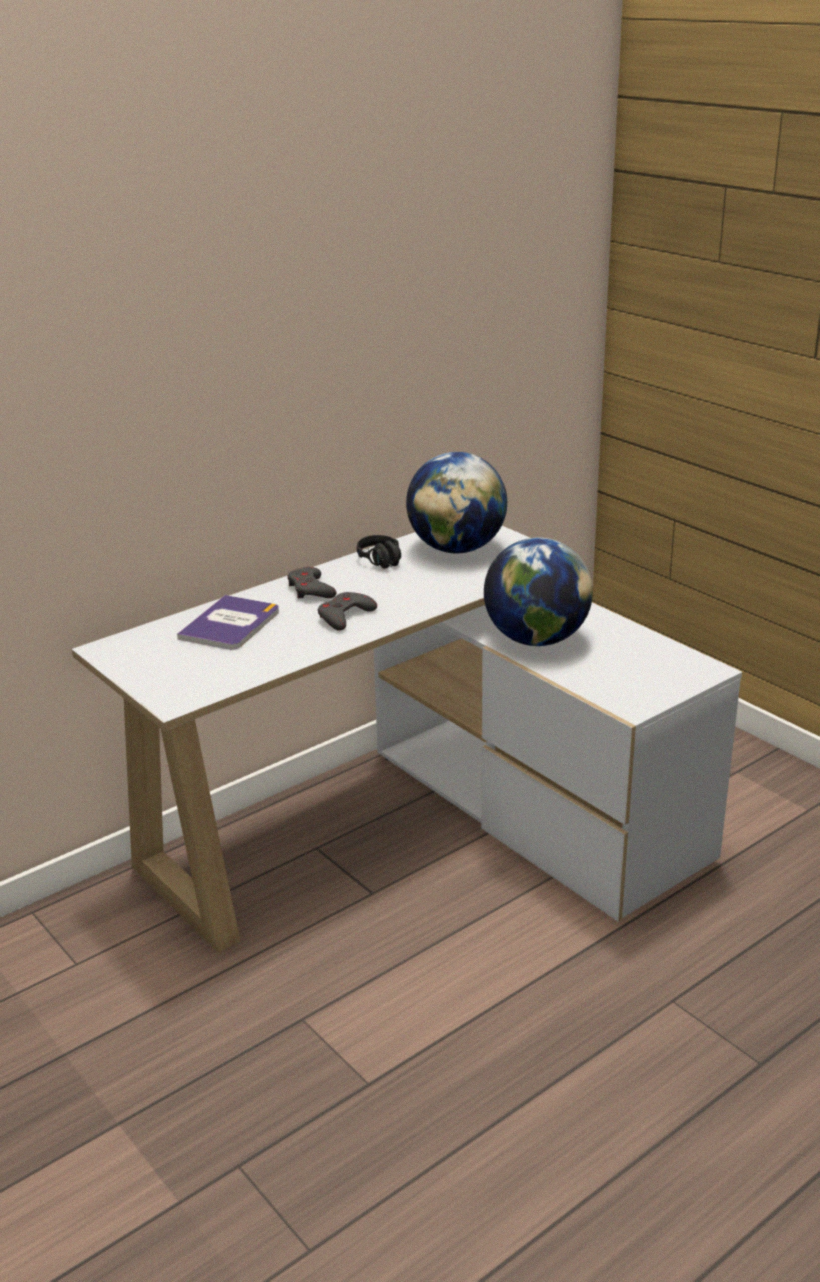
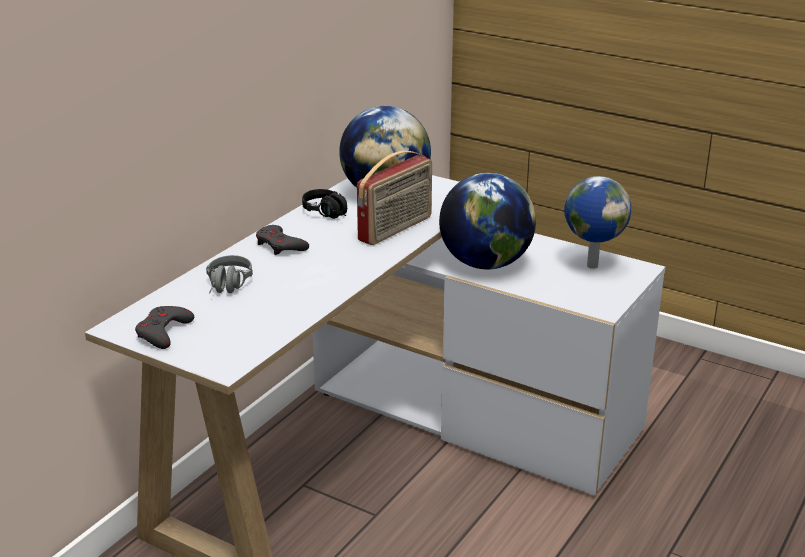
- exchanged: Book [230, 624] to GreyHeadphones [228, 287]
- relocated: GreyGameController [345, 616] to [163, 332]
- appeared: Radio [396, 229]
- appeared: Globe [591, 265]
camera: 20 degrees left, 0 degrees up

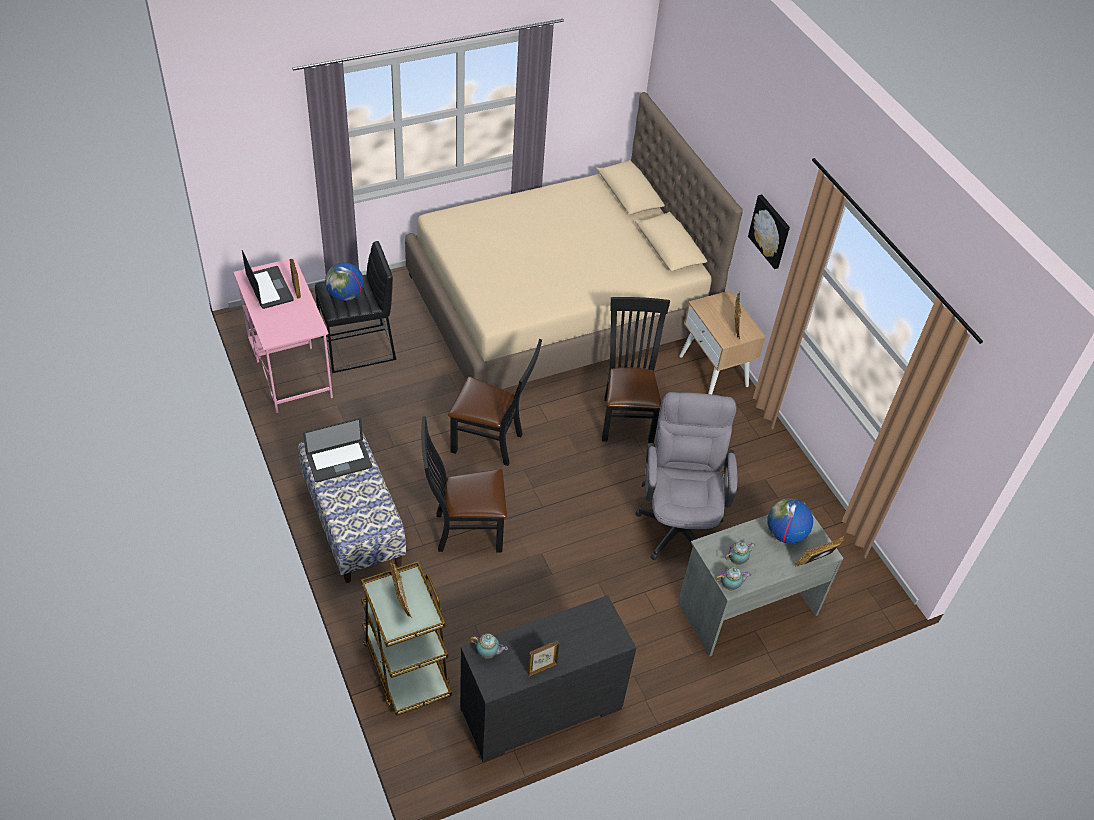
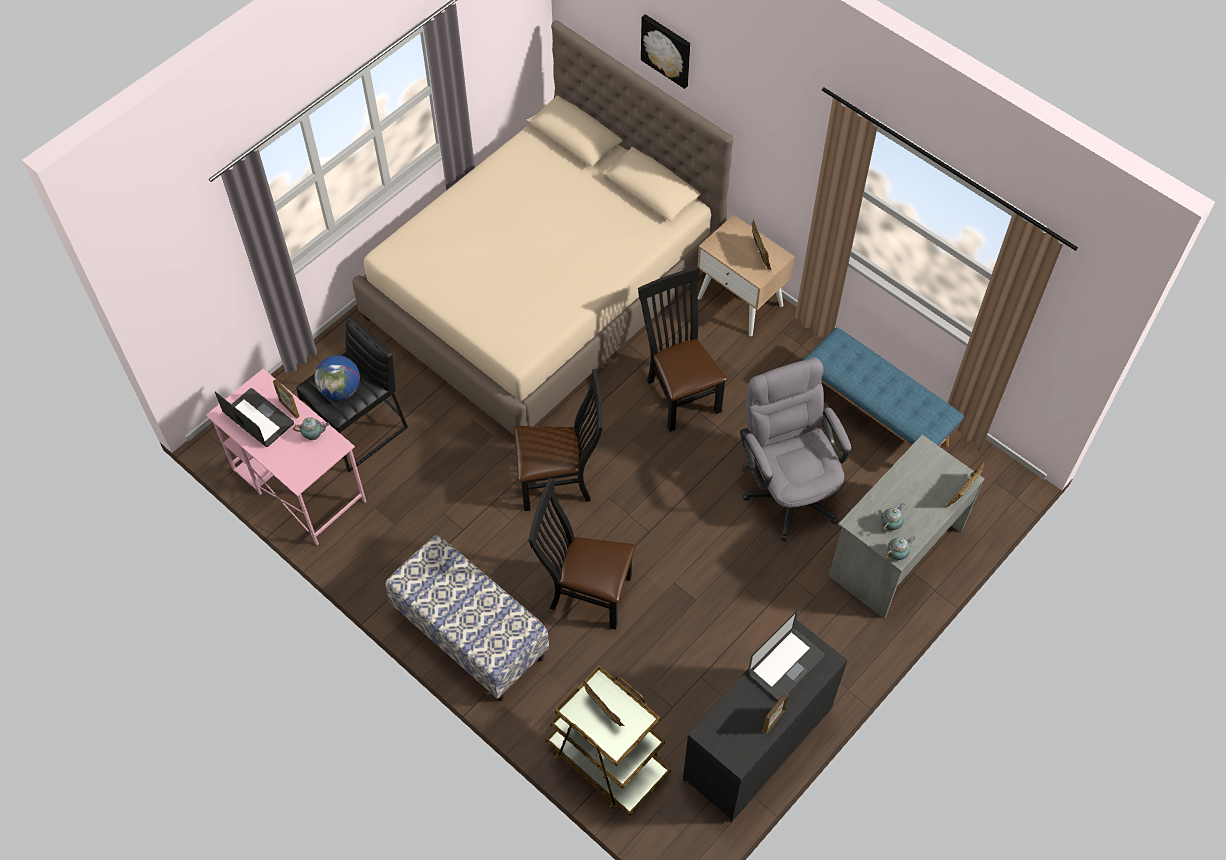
- relocated: Laptop [339, 462] to [786, 665]
- spun: BlackChair [463, 530] = [585, 592] 45 degrees clockwise
- relocated: Teapot [488, 654] to [314, 435]
- relocated: Picture [770, 231] to [667, 50]
- missing: Globe [785, 534]
- appeared: BlueBench [874, 417]
camera: 20 degrees left, 10 degrees up

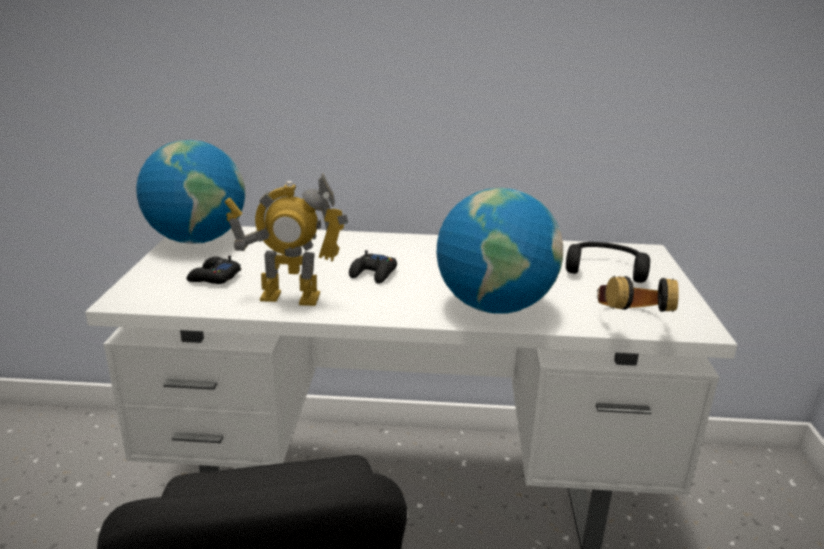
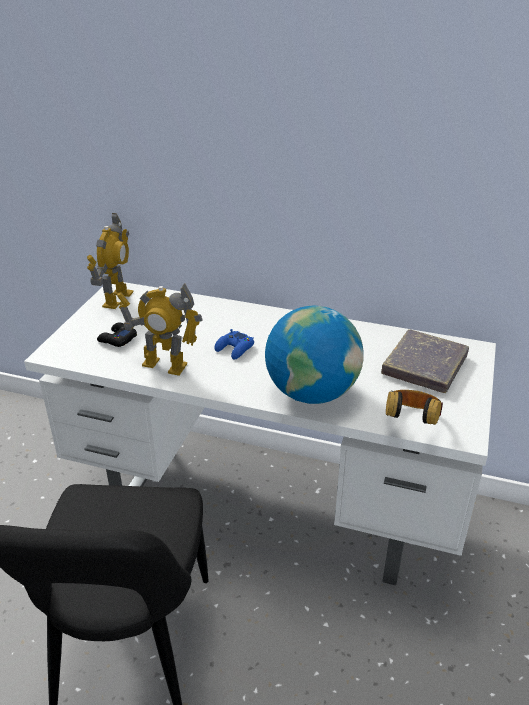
- exchanged: Globe [197, 240] to ToyRobot [117, 299]
- colour: BlackGameController [374, 274] to BlueGameController [234, 349]
- exchanged: BlackHeadphones [605, 269] to GreyBook [425, 365]
camera: 15 degrees right, 10 degrees up

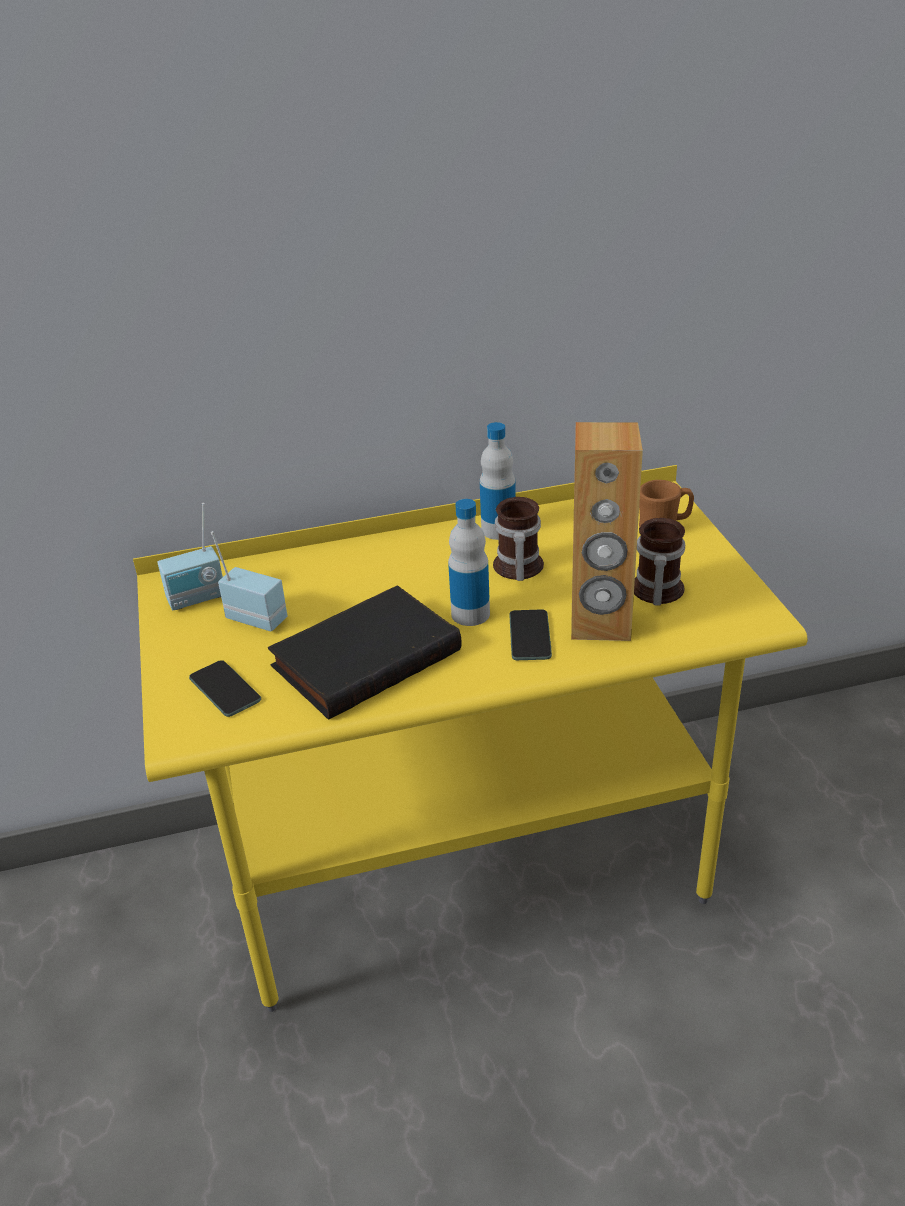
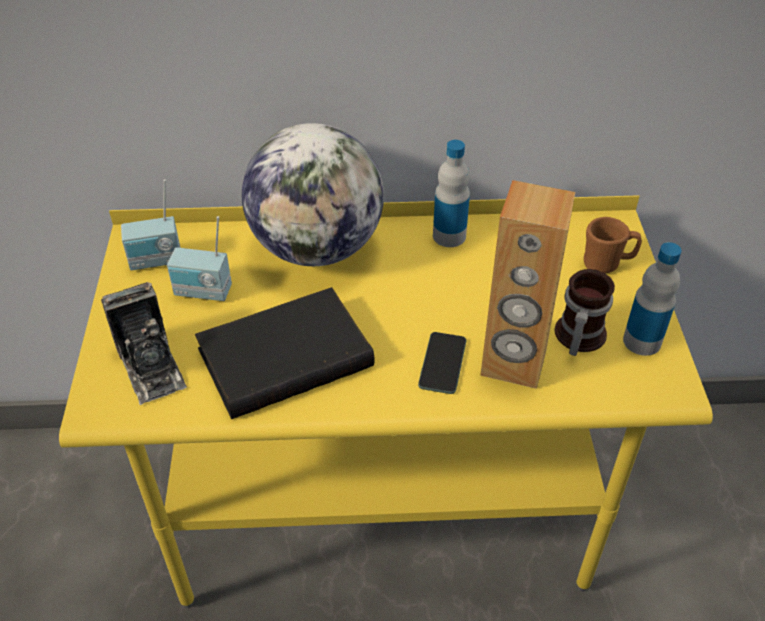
- exchanged: Phone [225, 689] to PhotoCamera [151, 366]
- spun: Radio [258, 618] = [203, 293] 150 degrees clockwise
- relocated: Bottle [470, 614] to [642, 341]
- missing: Mug [516, 568]
- appeared: Globe [317, 248]
camera: 10 degrees right, 10 degrees up

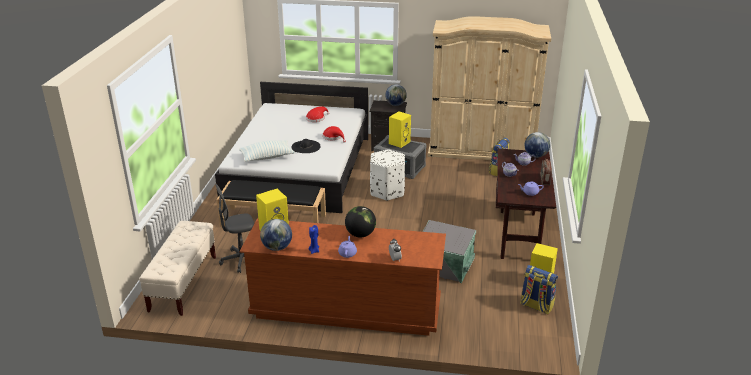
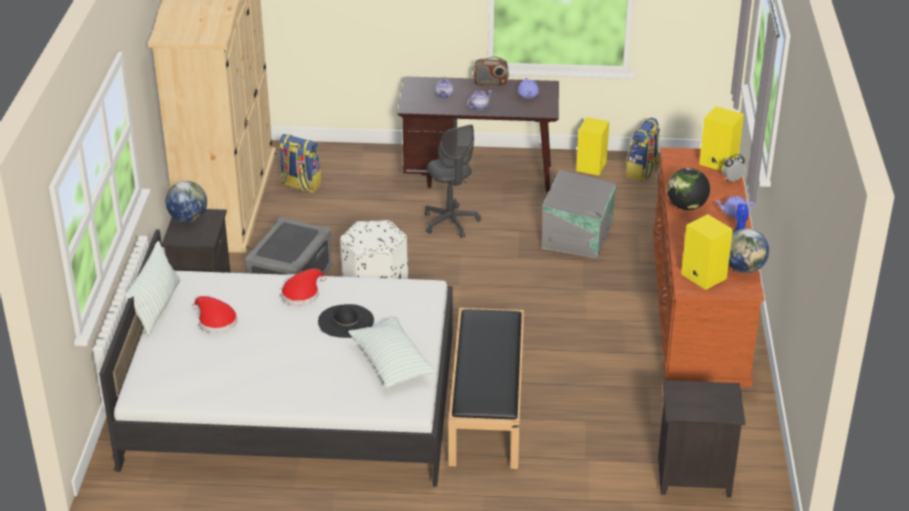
- exchanged: BeigeBench [183, 283] to BlackNightstand [692, 477]
- relocated: GreyOfficeChair [241, 260] to [450, 222]
- relocated: YellowSpeaker [399, 142] to [717, 162]
- missing: Globe [535, 156]
- appeared: Pillow [157, 307]
camera: 95 degrees left, 5 degrees up

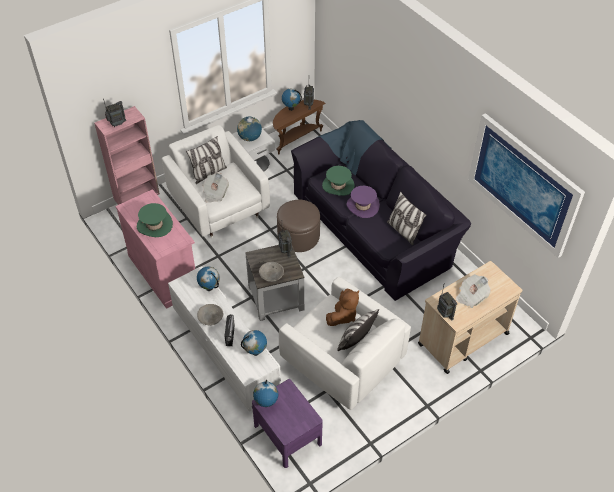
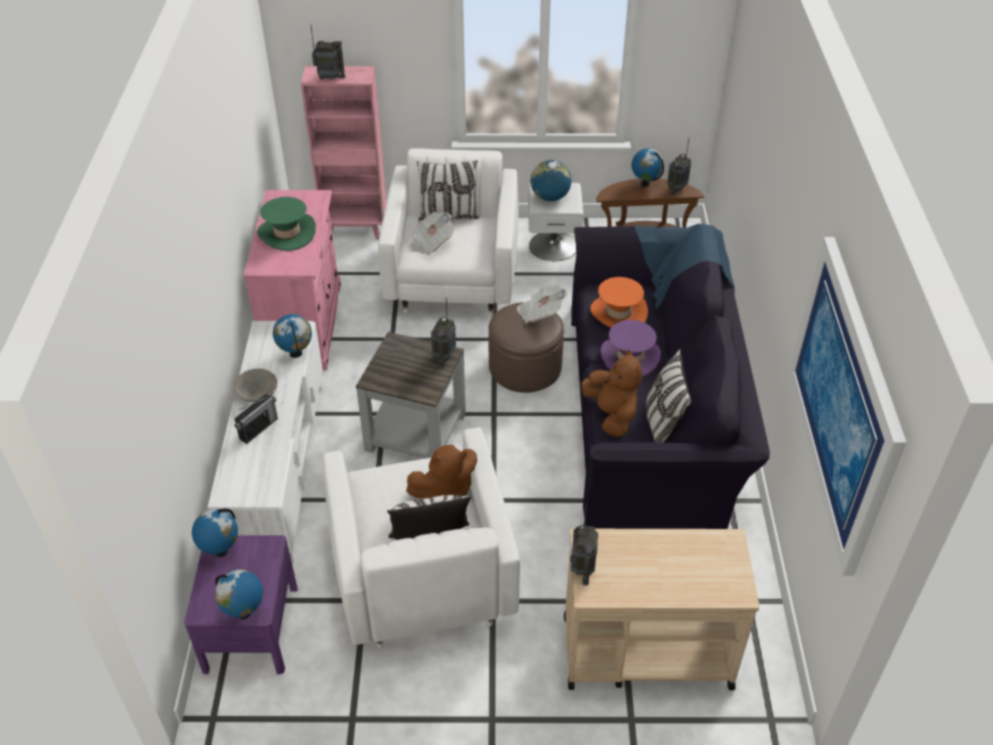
- relocated: Globe [255, 352] to [244, 612]
- missing: GreyBowl [271, 276]
- colour: GreenHat [338, 186] to OrangeHat [618, 313]
- relocated: Newspaper [471, 296] to [540, 313]
- appeared: BrownPlushToy [611, 414]
camera: 35 degrees right, 5 degrees down

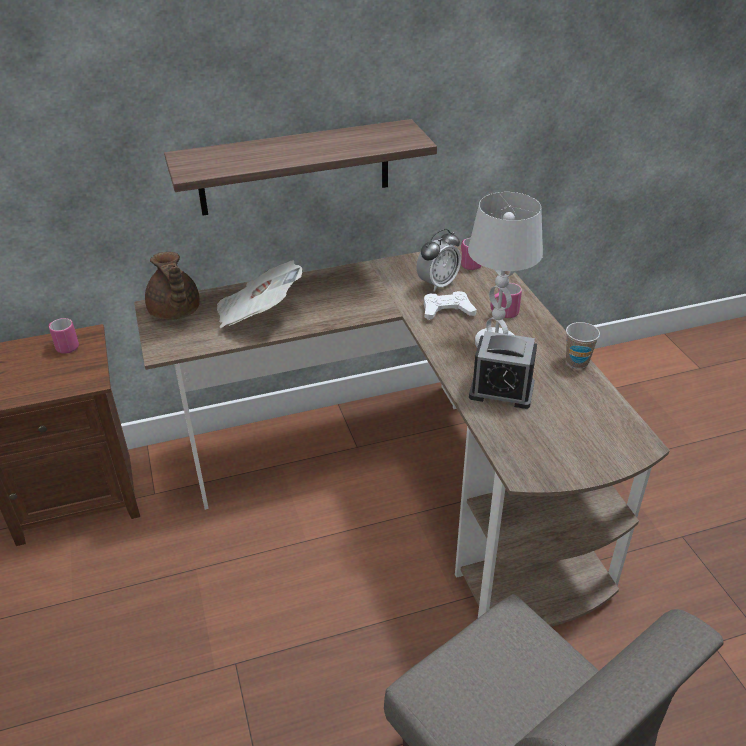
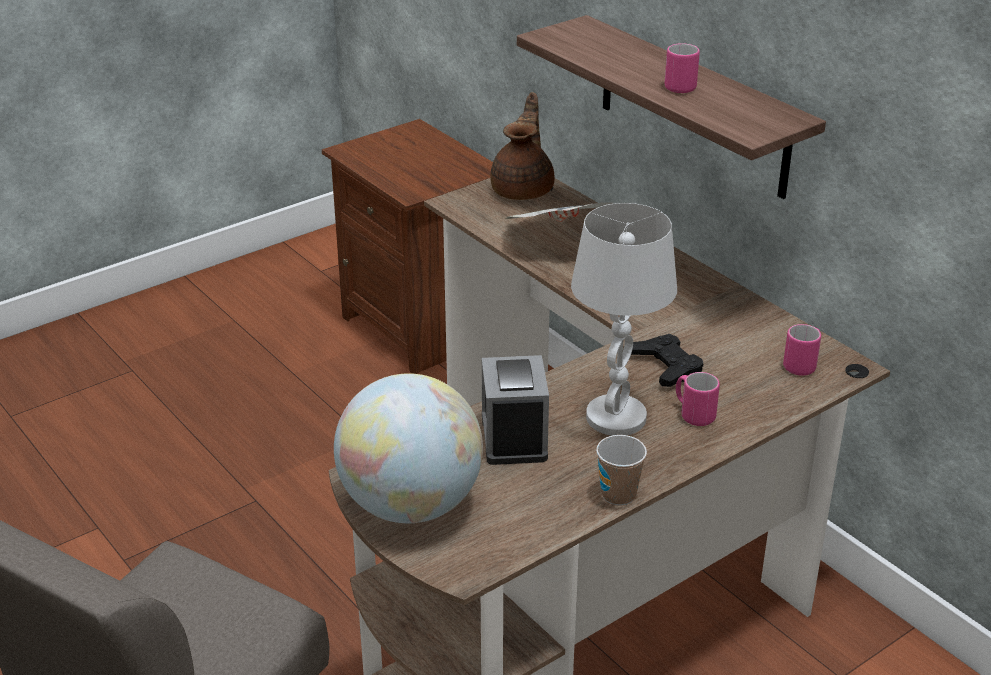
- relocated: PinkMug [64, 346] to [681, 85]
- spun: BrownTeapot [174, 312] = [524, 189] 150 degrees clockwise
- missing: AlarmClock [437, 284]
- colour: WhiteGameController [447, 310] to BlackGameController [665, 366]
- appeared: Globe [411, 505]
camera: 70 degrees right, 5 degrees down

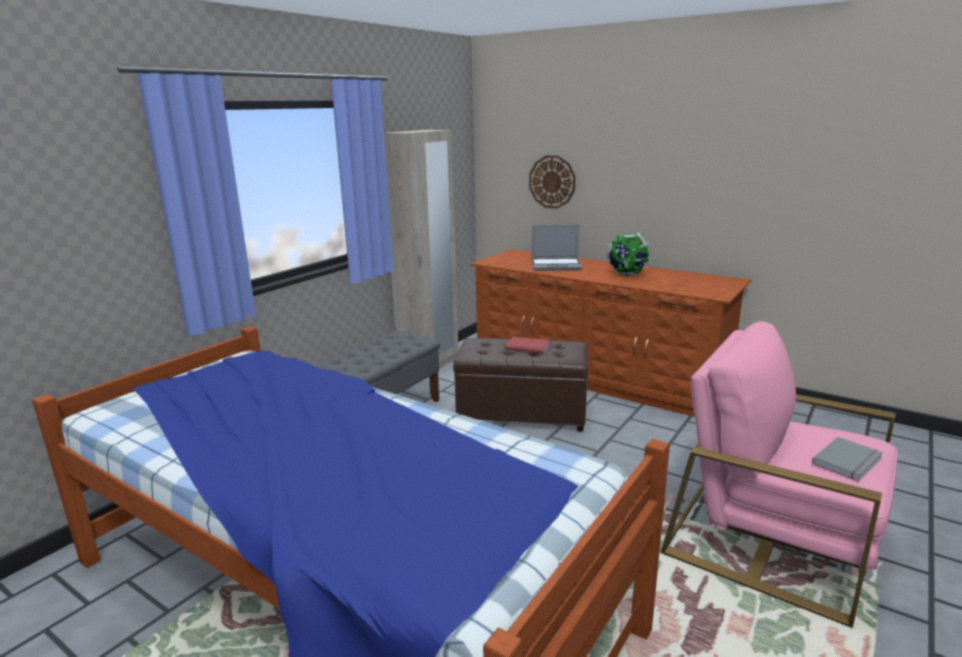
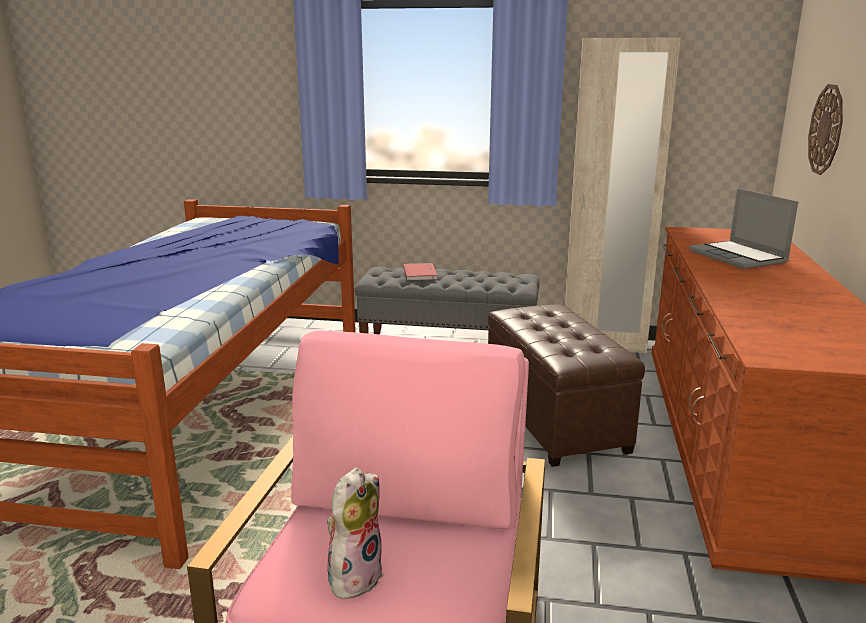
- relocated: RedBook [527, 346] to [421, 273]
- missing: Globe [626, 274]
- exchanged: GreyBook [849, 461] to PlushToy [354, 576]
camera: 65 degrees right, 0 degrees up

